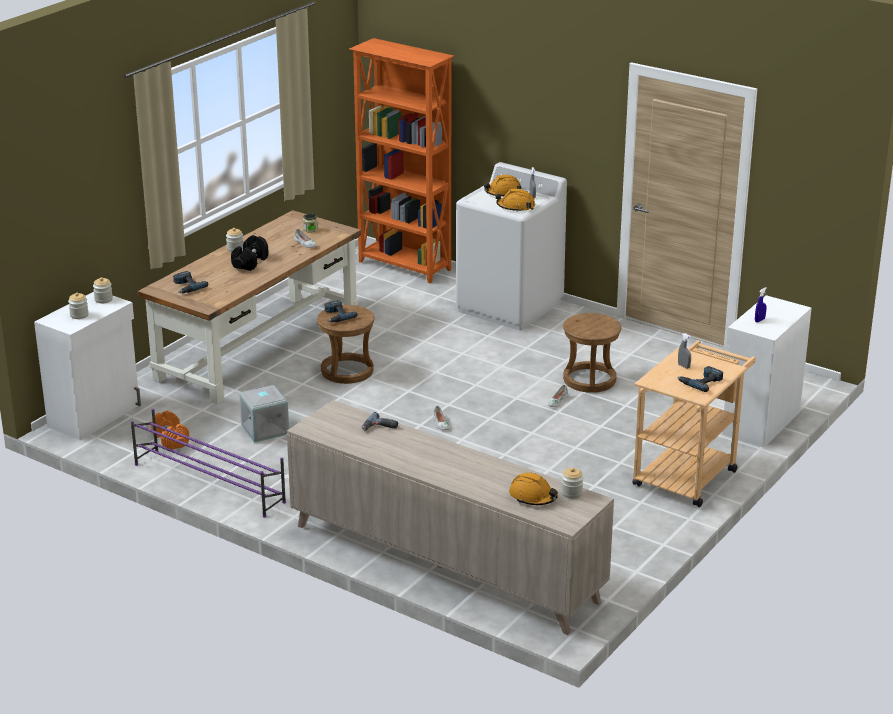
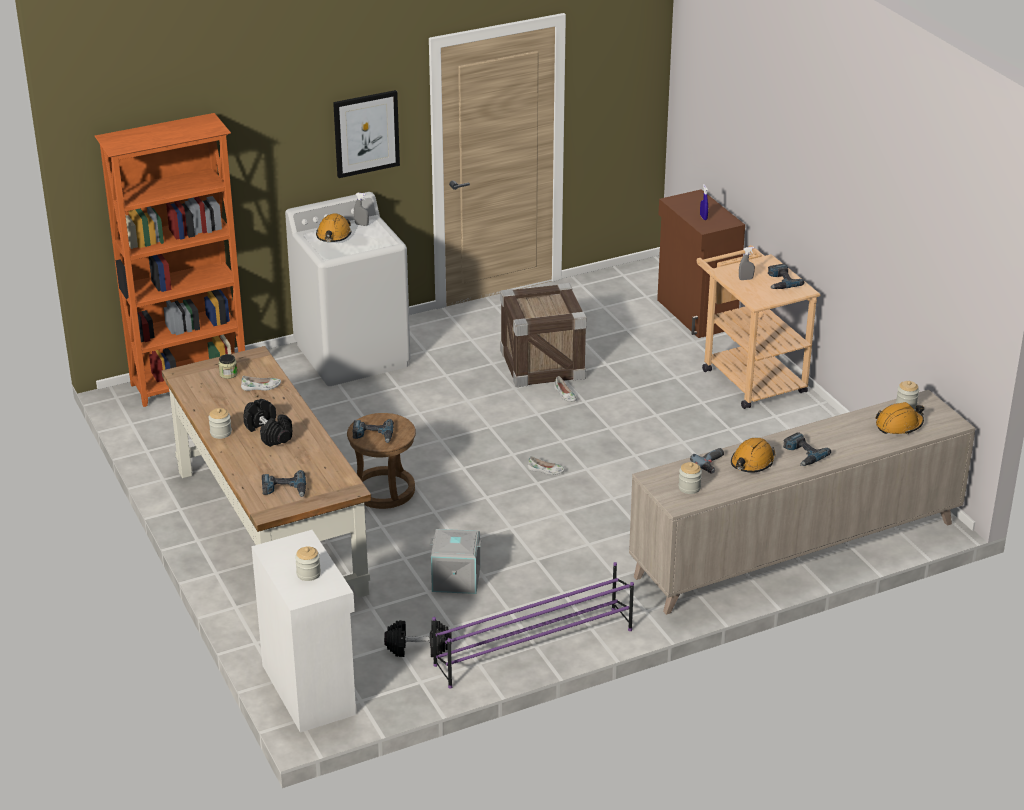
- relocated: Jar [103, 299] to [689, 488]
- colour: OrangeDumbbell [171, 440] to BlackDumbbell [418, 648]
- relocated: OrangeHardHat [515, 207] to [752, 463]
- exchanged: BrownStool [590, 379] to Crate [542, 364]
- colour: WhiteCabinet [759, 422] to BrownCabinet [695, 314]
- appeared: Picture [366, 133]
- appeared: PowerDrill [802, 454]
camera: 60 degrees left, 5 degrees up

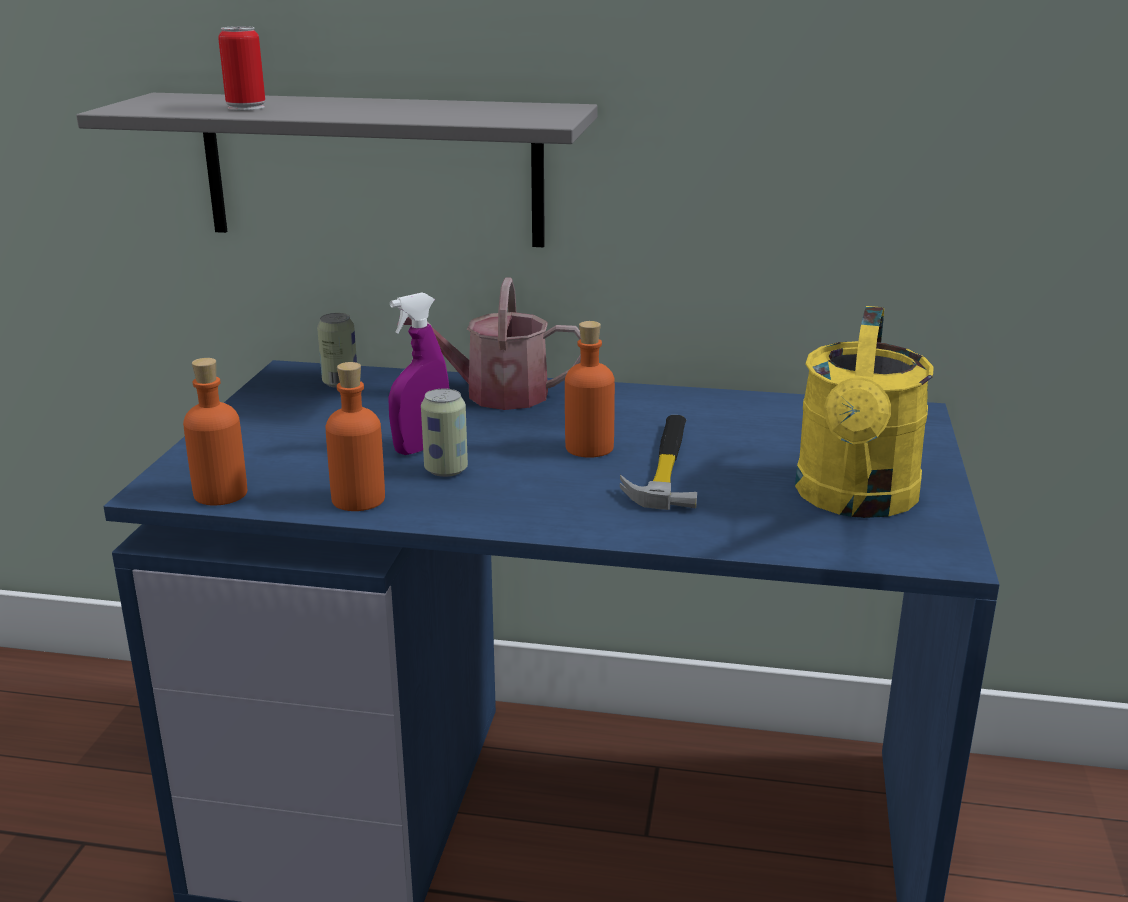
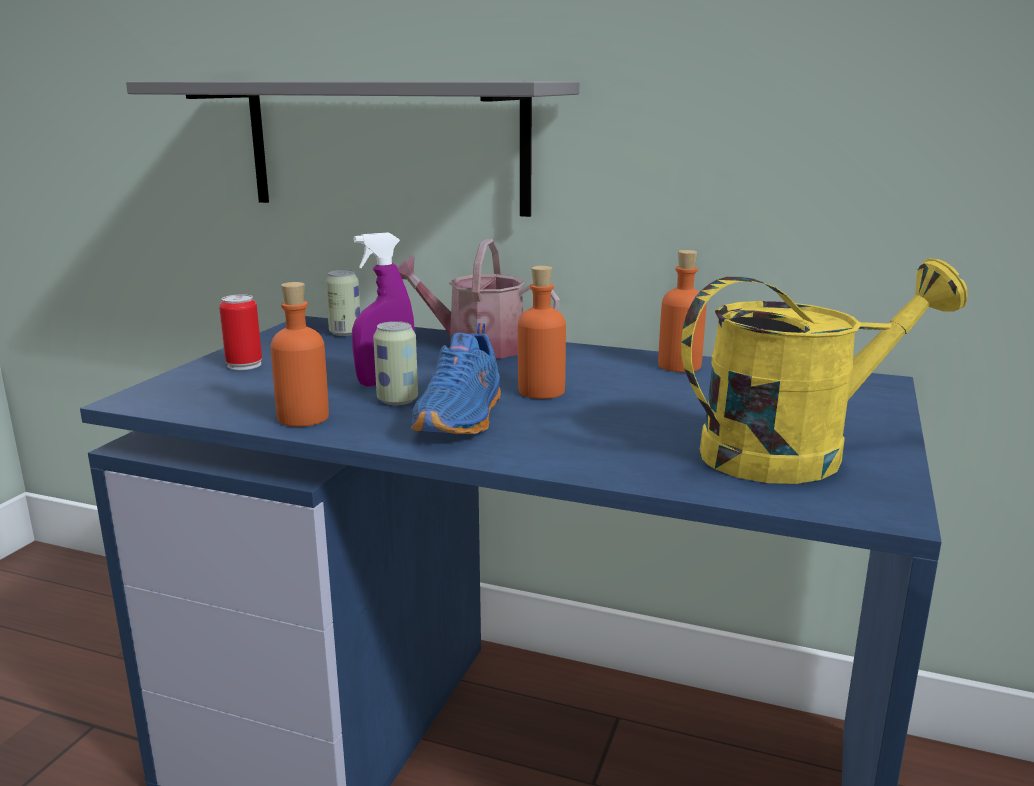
- relocated: OrangeBottle [221, 493] to [679, 365]
- relocated: Can [246, 107] to [244, 365]
- missing: Hammer [665, 464]
- spun: YellowWateringCan [855, 500] = [795, 451] 135 degrees counterclockwise
- appeared: BlueShoe [463, 418]
camera: 10 degrees right, 5 degrees down

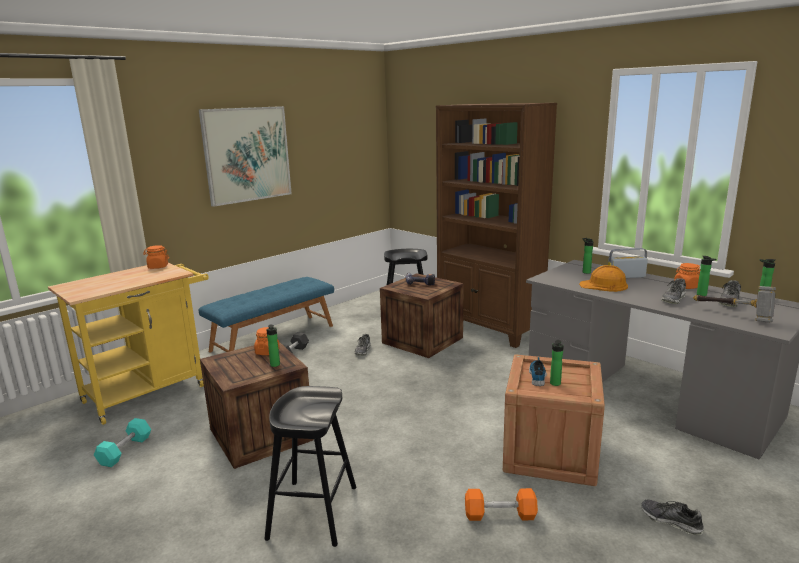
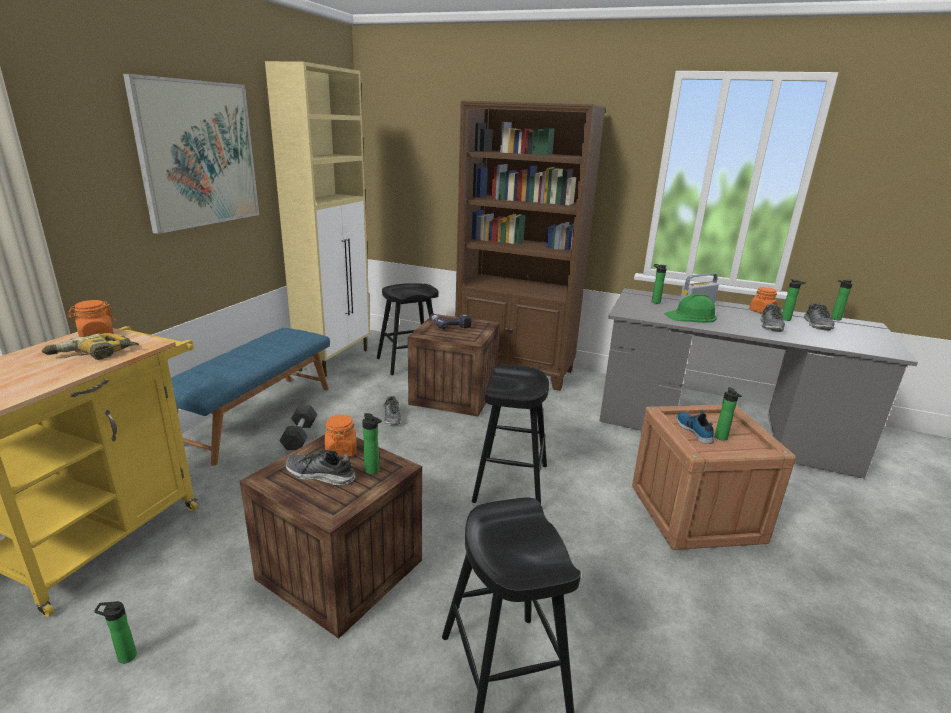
- exchanged: TurquoiseDumbbell [125, 450] to Bottle [124, 657]
- missing: OrangeDumbbell [500, 515]
- colour: OrangeHardHat [604, 285] to GreenHardHat [691, 316]
- relocated: Shoe [671, 521] to [320, 475]
- missing: Hammer [733, 315]
- appeared: PowerDrill [92, 355]
- appeared: BeigeCabinet [335, 359]
- appeared: BlackStool [511, 483]
camera: 25 degrees left, 5 degrees up

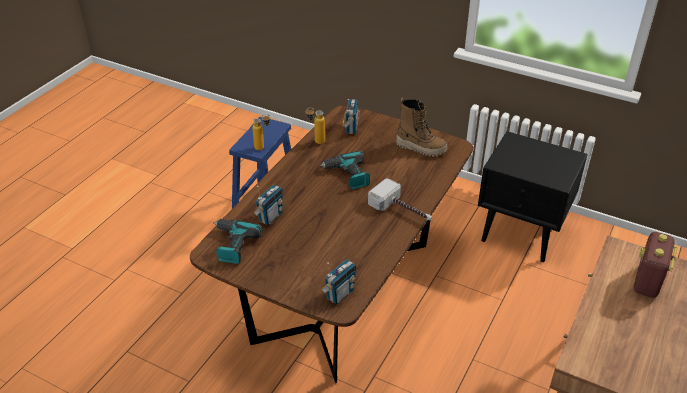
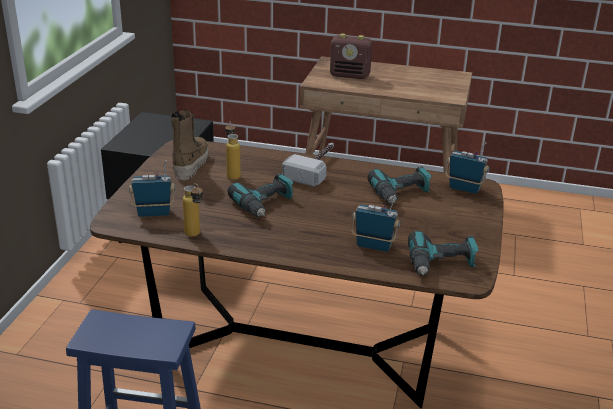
- relocated: Bottle [263, 147] to [232, 174]
- appeared: PowerDrill [401, 194]
camera: 105 degrees left, 10 degrees down

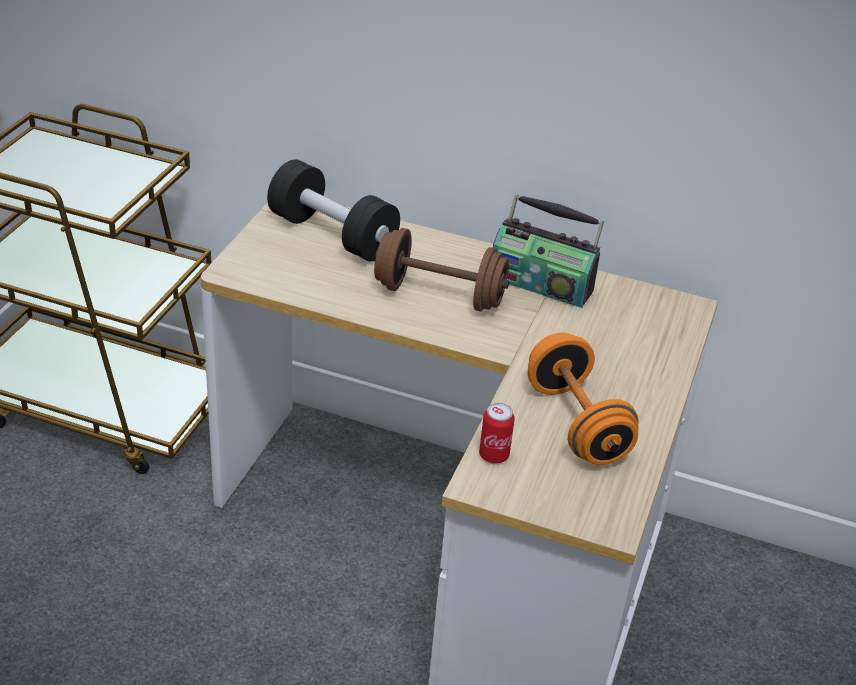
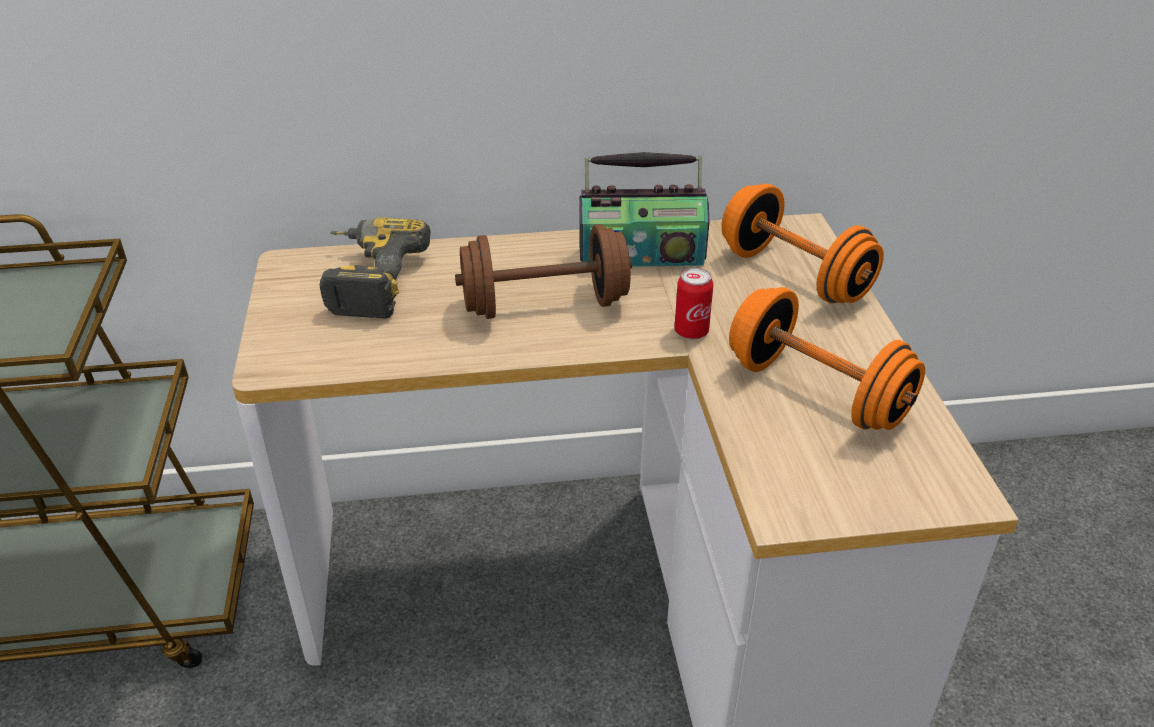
- exchanged: BlackDumbbell [332, 235] to PowerDrill [366, 280]
- relocated: Can [494, 455] to [691, 332]
- appeared: OrangeDumbbell [794, 275]
camera: 25 degrees left, 0 degrees up

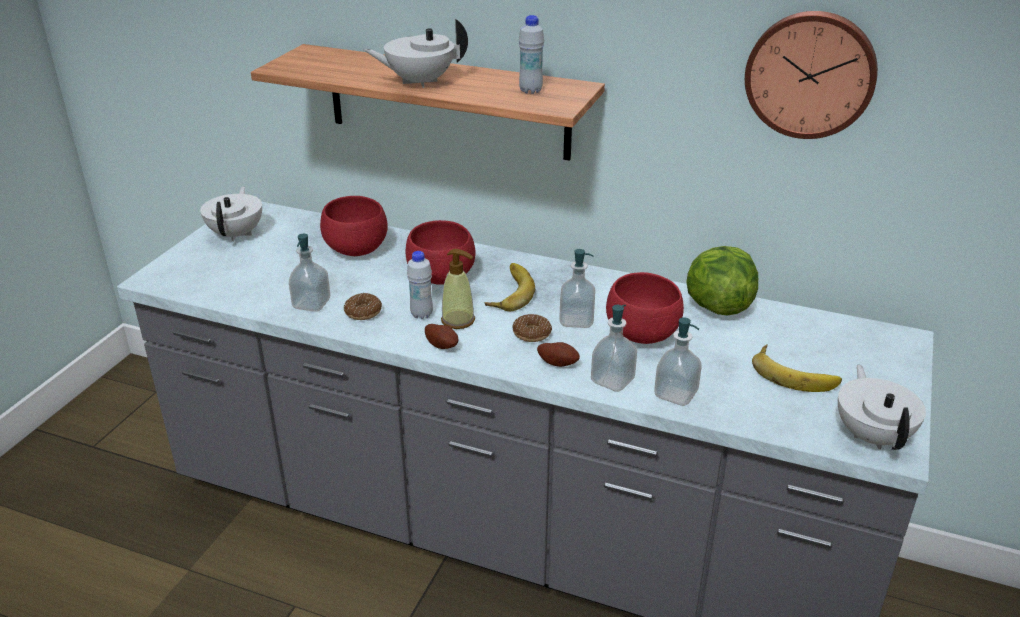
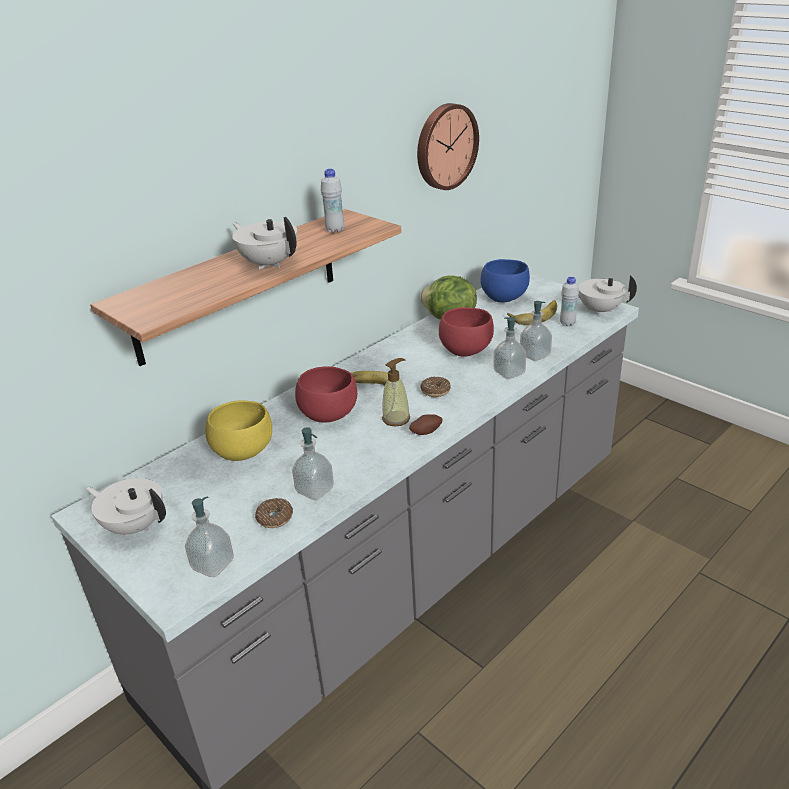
- colour: RedBowl [358, 250] to YellowBowl [243, 452]
- relocated: Donut [363, 312] to [275, 518]
- spun: WhiteTeapot [419, 82] = [269, 264] 120 degrees clockwise
- relocated: WhiteBottle [421, 314] to [567, 323]
- missing: Potato [558, 363]
- relocated: SoapDispenser [576, 320] to [213, 564]
- appeared: BlueBowl [504, 298]
camera: 65 degrees left, 0 degrees up

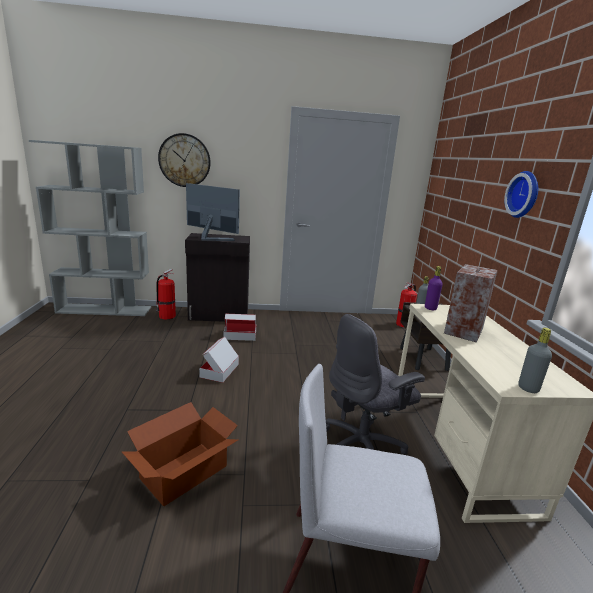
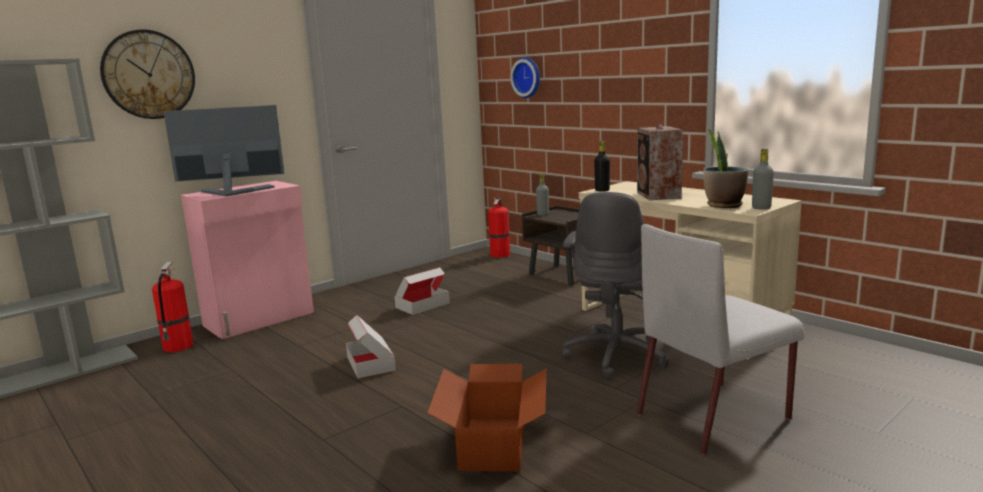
- colour: BlackCabinet [219, 315] to PinkCabinet [260, 319]
- relocated: CardboardBox [240, 335] to [422, 305]
- colour: PurpleBottle [430, 308] to BlackBottle [602, 190]
- relocated: WallClock [525, 194] to [528, 77]
- appeared: PottedPlant [723, 205]
camera: 35 degrees left, 5 degrees down

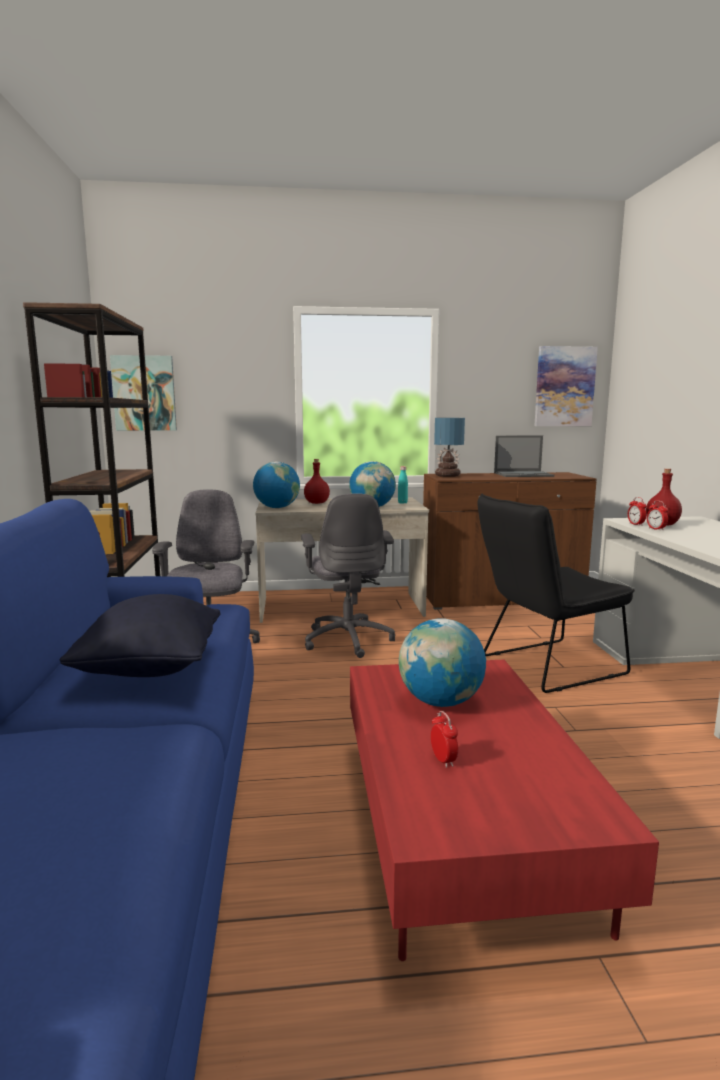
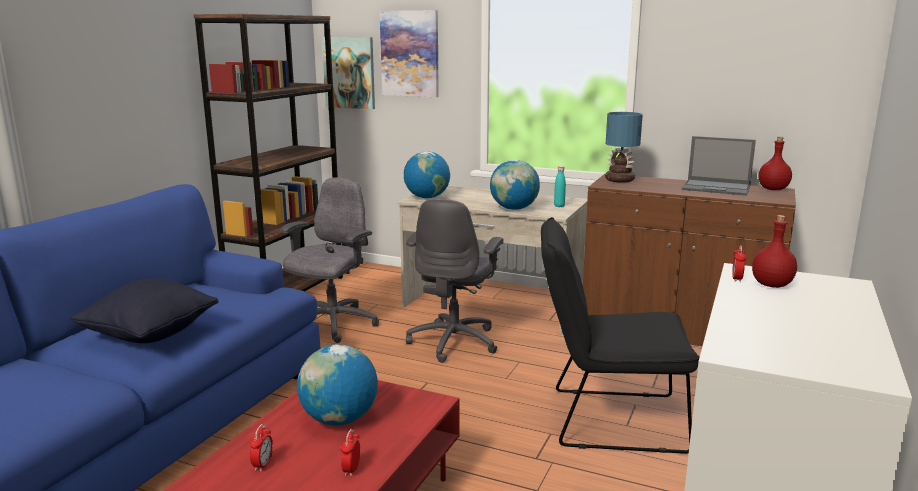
- relocated: RedBottle [317, 503] to [773, 189]
- relocated: Picture [564, 386] to [410, 54]
- relocated: AlarmClock [656, 529] to [351, 470]
camera: 30 degrees right, 5 degrees up

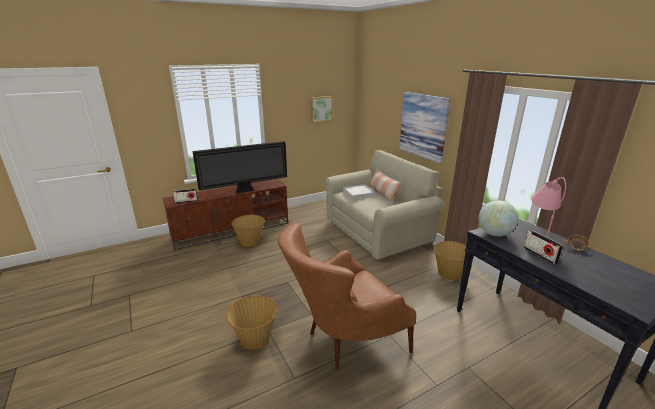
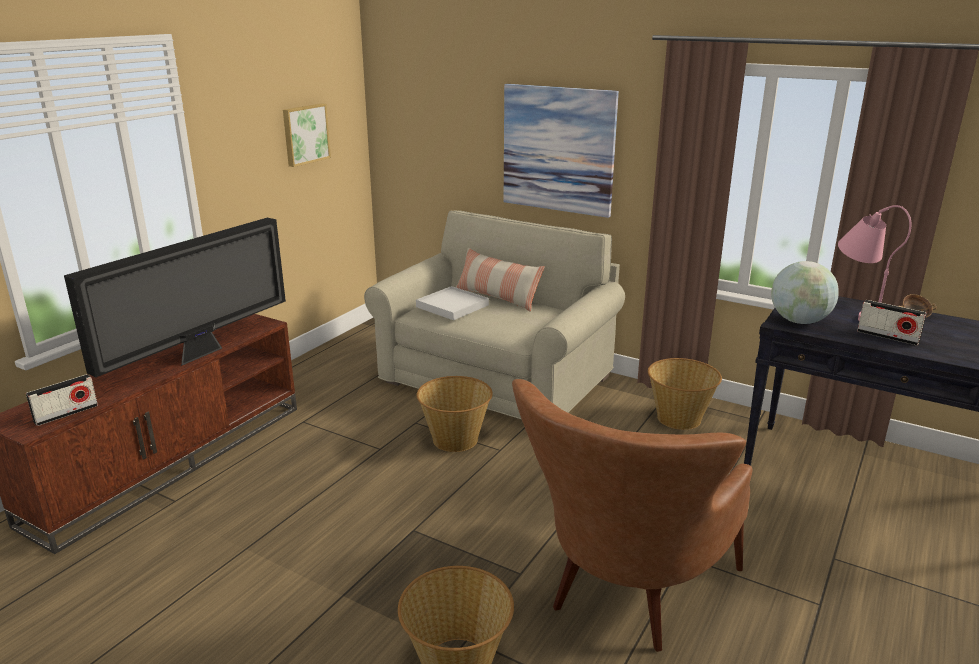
- relocated: Basket [250, 242] to [455, 439]
camera: 30 degrees left, 0 degrees up

